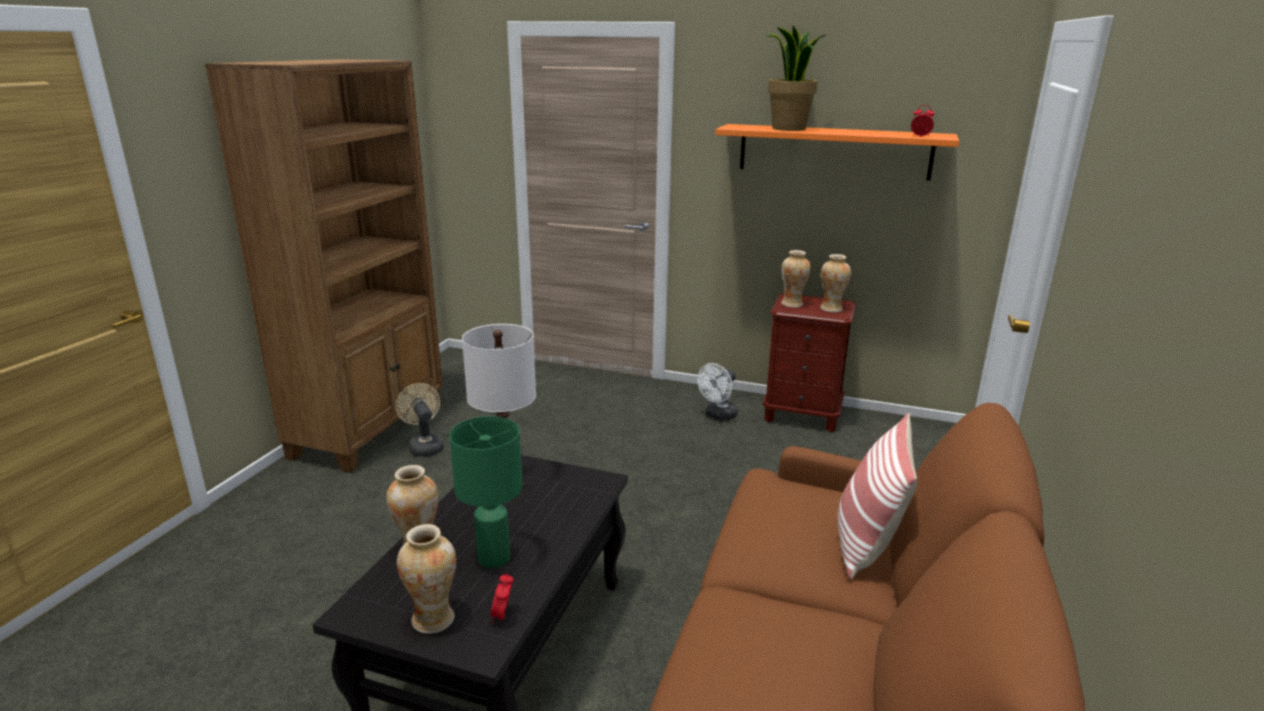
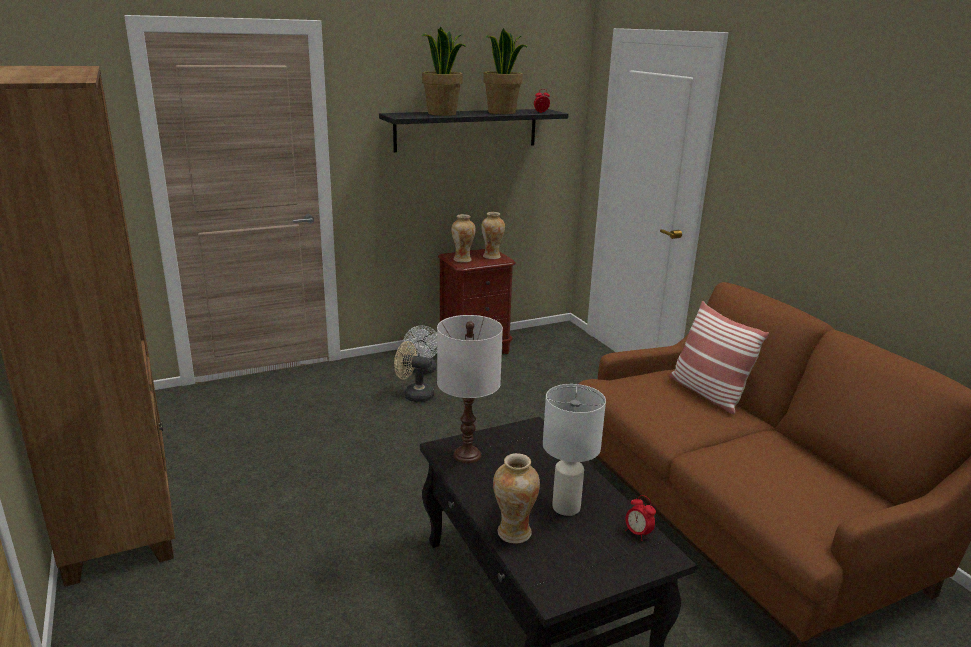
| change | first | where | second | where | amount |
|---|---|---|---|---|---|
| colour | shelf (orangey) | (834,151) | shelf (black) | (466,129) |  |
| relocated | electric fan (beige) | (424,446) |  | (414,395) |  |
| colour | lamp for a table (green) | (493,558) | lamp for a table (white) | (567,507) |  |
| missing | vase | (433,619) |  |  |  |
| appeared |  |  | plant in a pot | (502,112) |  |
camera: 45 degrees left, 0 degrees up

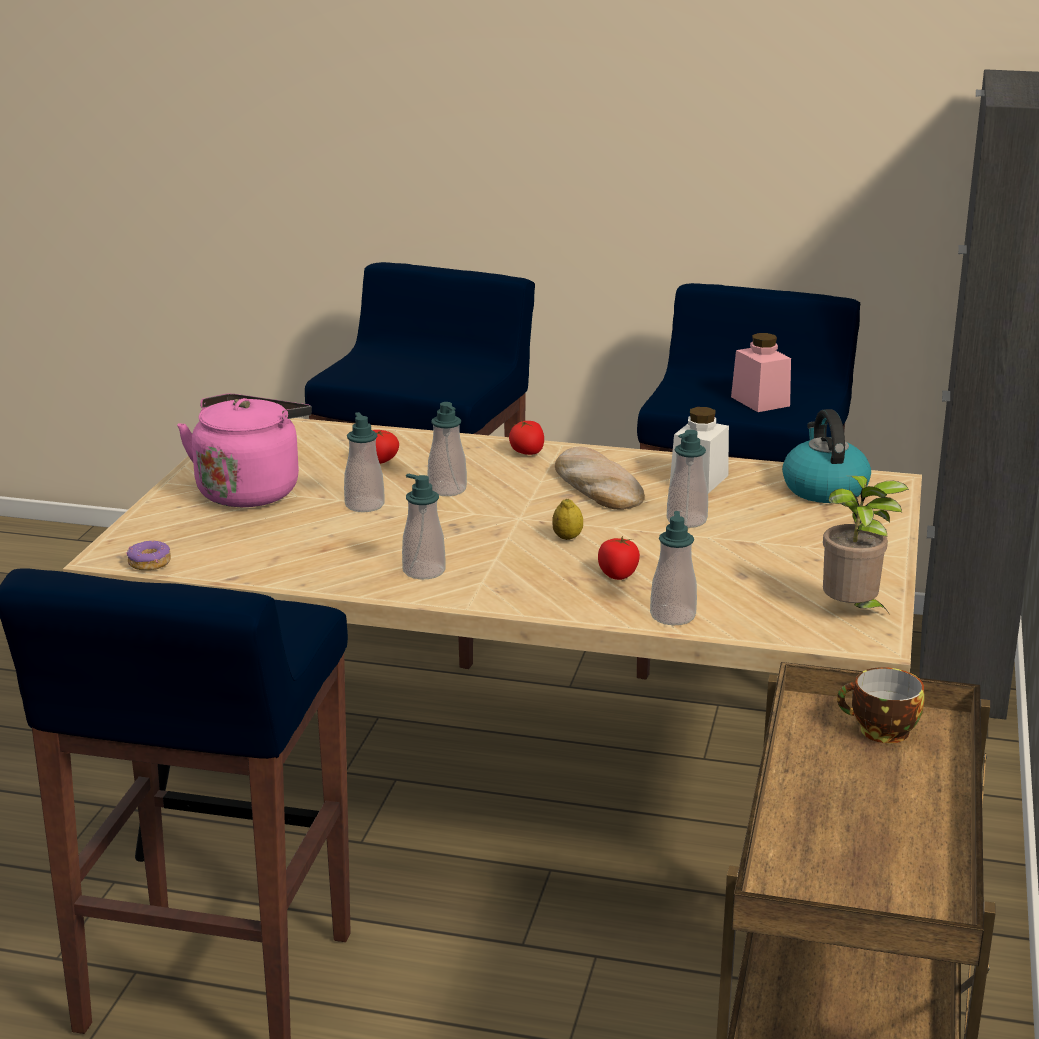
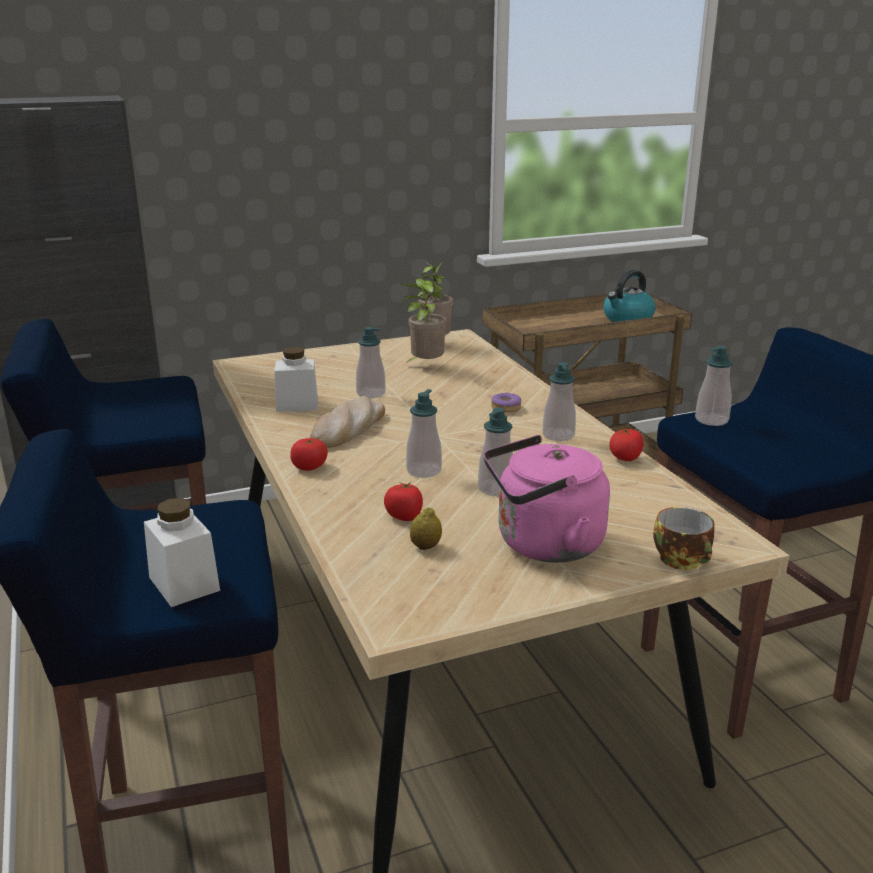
| change | first | where | second | where | amount |
|---|---|---|---|---|---|
| missing | jar (pinkish) | (760,401) |  |  |  |
| relocated | tea kettle | (823,489) |  | (627,319) |  |
| relocated | citrus fruit | (567,538) |  | (425,546) |  |
| relocated | liquid soap bottle | (672,616) |  | (711,420) |  |
| relocated | fresh tomato | (618,574) |  | (625,458) |  |
| relocated | doughnut | (149,563) |  | (506,408) |  |
| relocated | drinking cup | (880,732) |  | (683,560) |  |
| appeared |  |  | plant in a pot | (425,366) |  |
| appeared |  |  | jar (white) | (184,584) |  |
camera: 125 degrees left, 0 degrees up

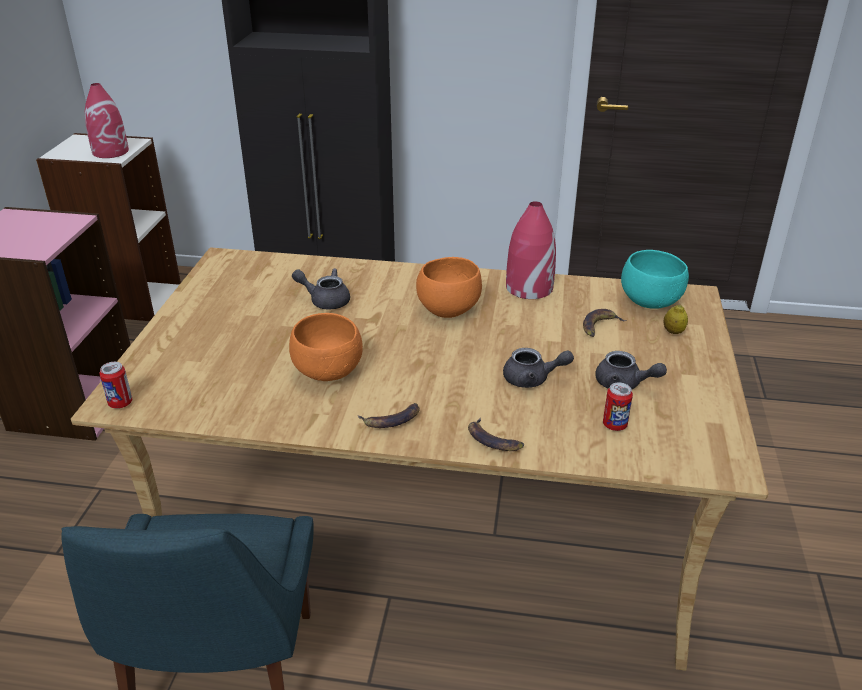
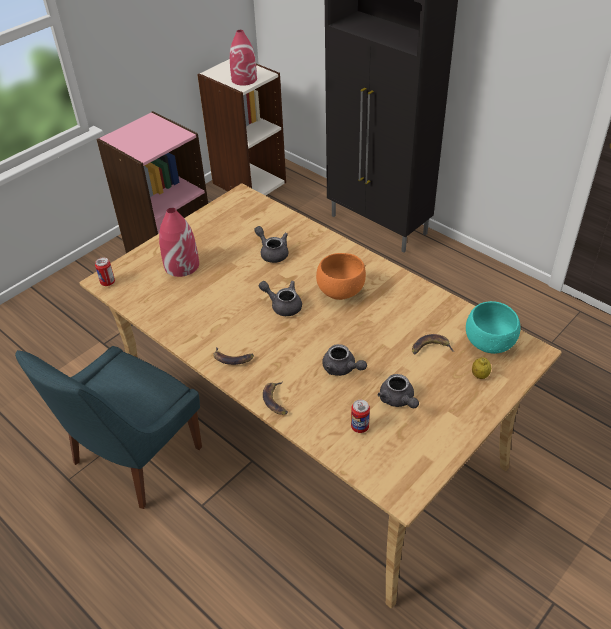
| change | first | where | second | where | amount |
|---|---|---|---|---|---|
| relocated | vase (red-coloured) | (528,287) |  | (181,265) |  |
| missing | bowl (orangey) | (330,373) |  |  |  |
| appeared |  |  | teapot (gray) | (283,305) |  |
camera: 35 degrees right, 10 degrees up

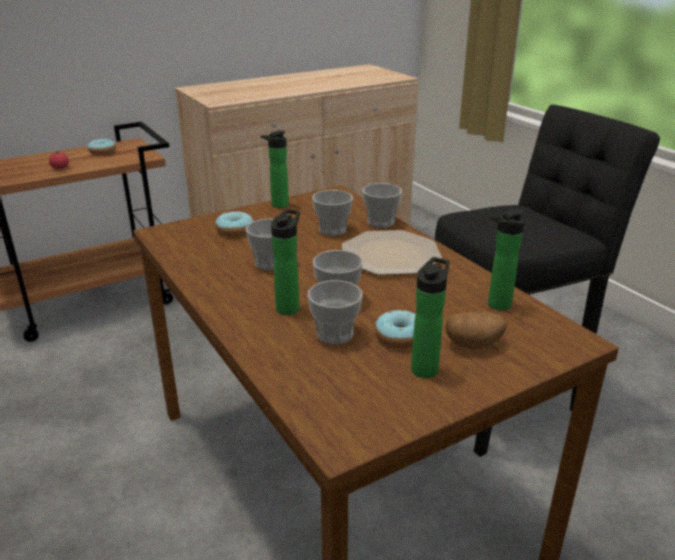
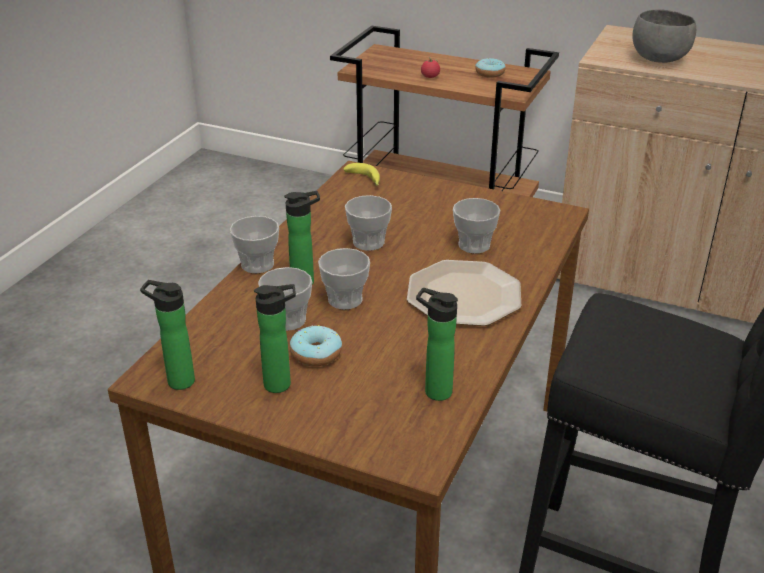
| change | first | where | second | where | amount |
|---|---|---|---|---|---|
| relocated | drink bottle | (277,205) |  | (177,380) |  |
| relocated | drinking cup | (381,222) |  | (257,264) |  |
| missing | doughnut | (235,230) |  |  |  |
| missing | spud | (474,344) |  |  |  |
| appeared |  |  | bowl (gray) | (658,59) |  |
| appeared |  |  | banana fruit | (365,180) |  |
camera: 55 degrees right, 5 degrees up

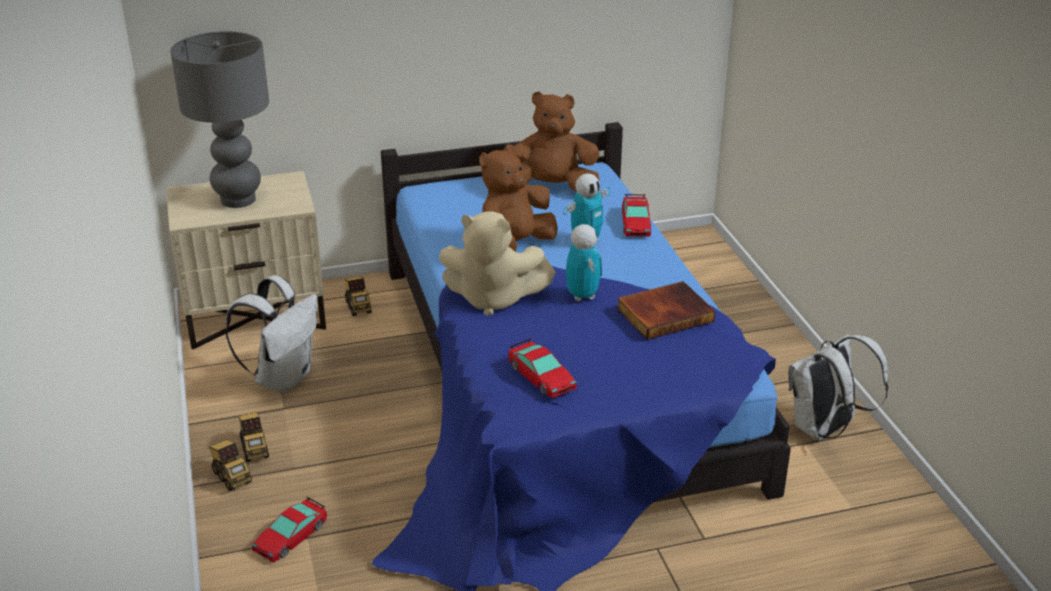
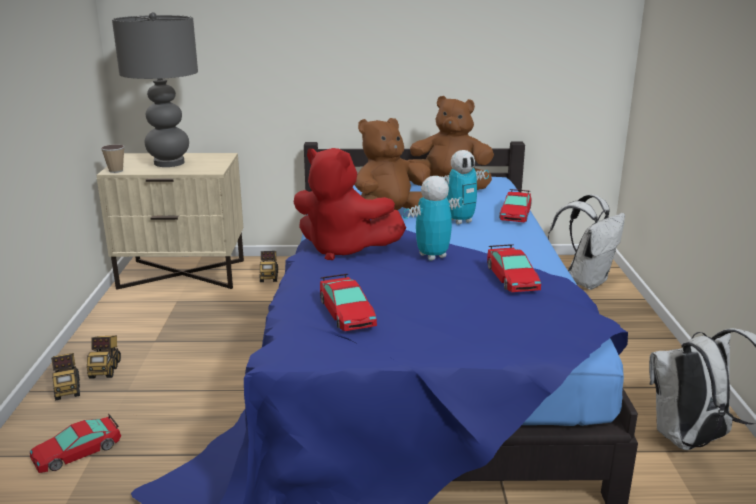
| change | first | where | second | where | amount |
|---|---|---|---|---|---|
| colour | cuddly toy (beige) | (493,299) | cuddly toy (red-coloured) | (343,250) |  |
| spun | toy robot | (582,296) |  | (432,256) | 120 degrees counterclockwise |
| relocated | rucksack (white) | (283,378) |  | (585,281) |  |
| exchanged | book | (664,313) | toy car | (511,278) |  |
| appeared |  |  | drinking cup | (116,171) |  |
camera: 15 degrees right, 10 degrees down

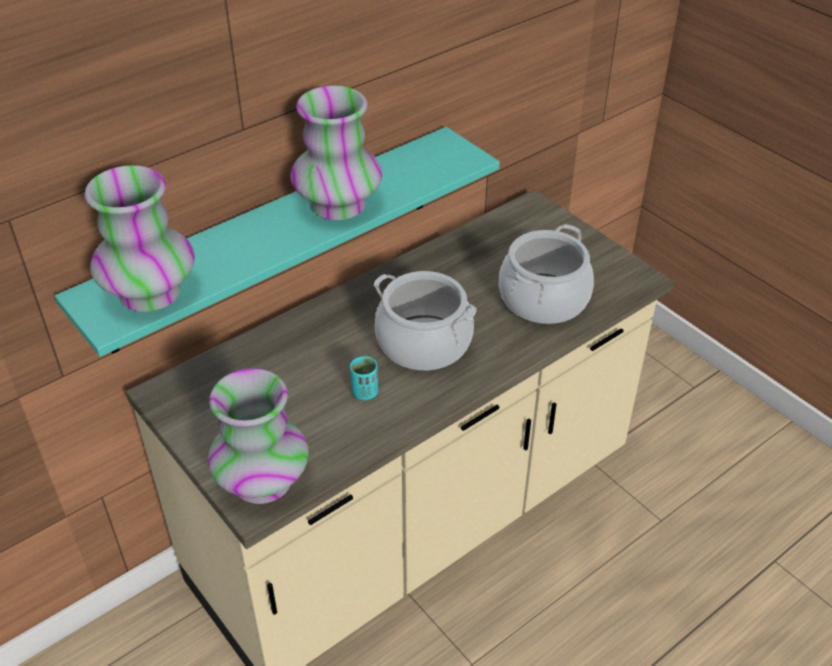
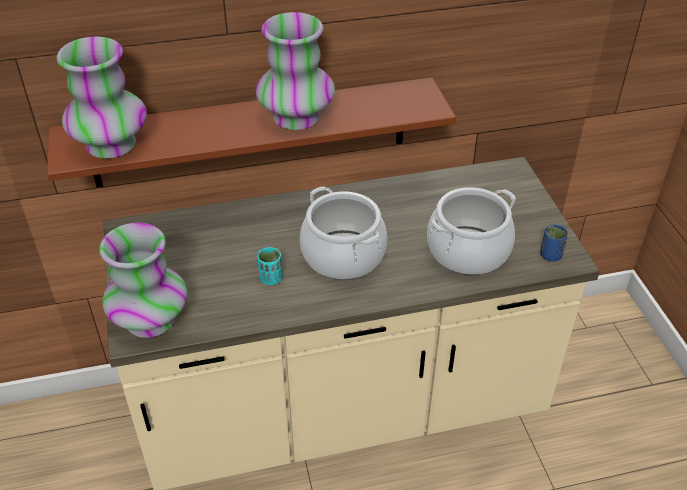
| change | first | where | second | where | amount |
|---|---|---|---|---|---|
| colour | shelf (turquoise-coloured) | (274,238) | shelf (brownish) | (251,133) |  |
| appeared |  |  | drinking cup (blue) | (550,255) |  |
camera: 25 degrees right, 0 degrees up

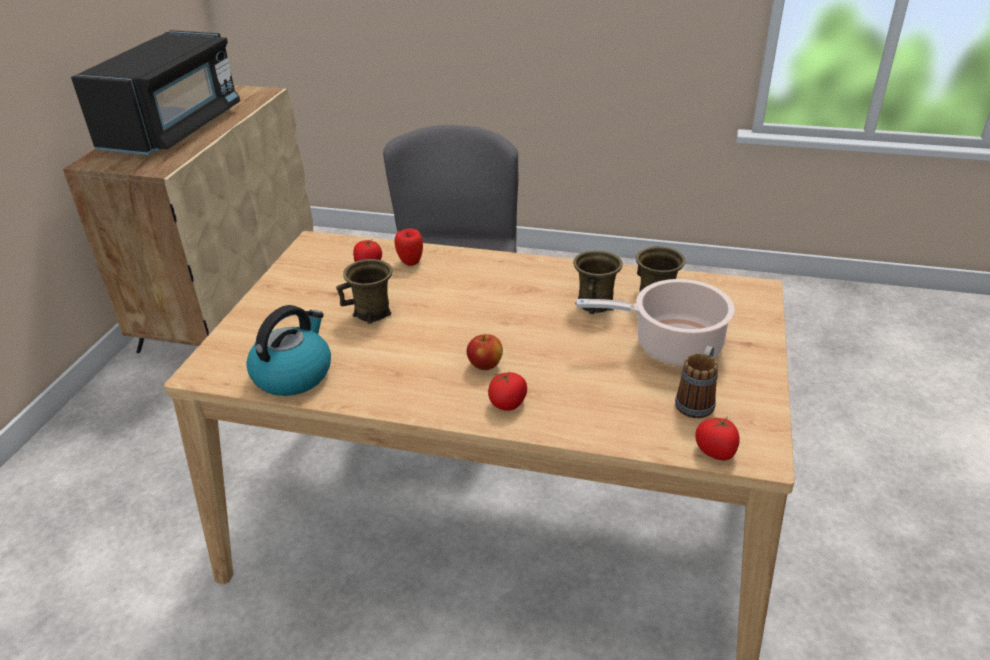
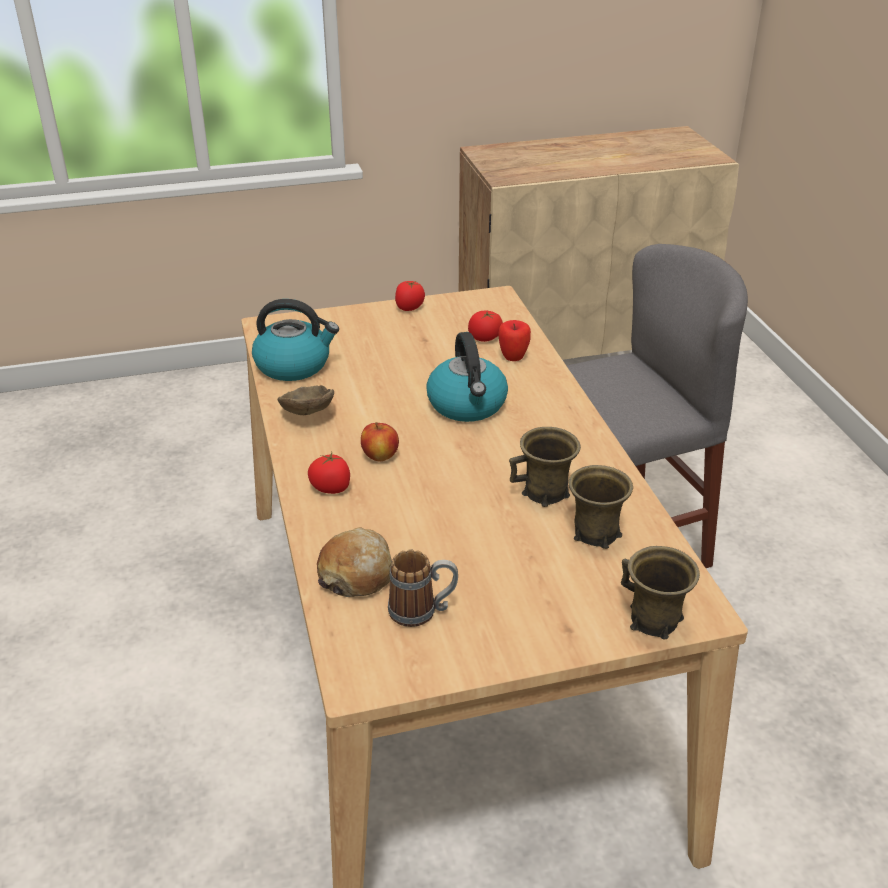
| change | first | where | second | where | amount |
|---|---|---|---|---|---|
| missing | microwave (black) | (174,129) |  |  |  |
| relocated | mug (brownish) | (372,313) |  | (654,620) |  |
| missing | stockpot | (672,346) |  |  |  |
| relocated | fresh tomato | (716,451) |  | (409,307) |  |
| appeared |  |  | tea kettle | (467,405) |  |
| appeared |  |  | bowl (brownish) | (308,412) |  |
| appeared |  |  | baked bread | (357,574) |  |
camera: 60 degrees right, 0 degrees up

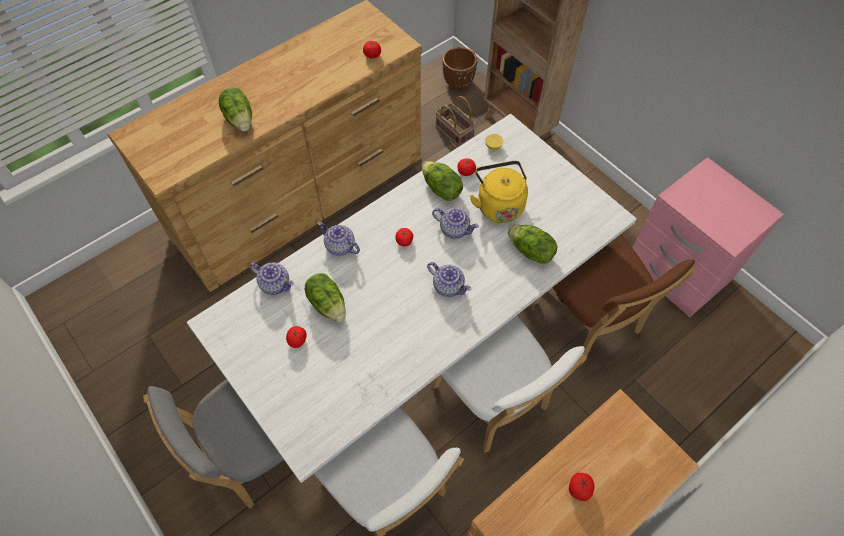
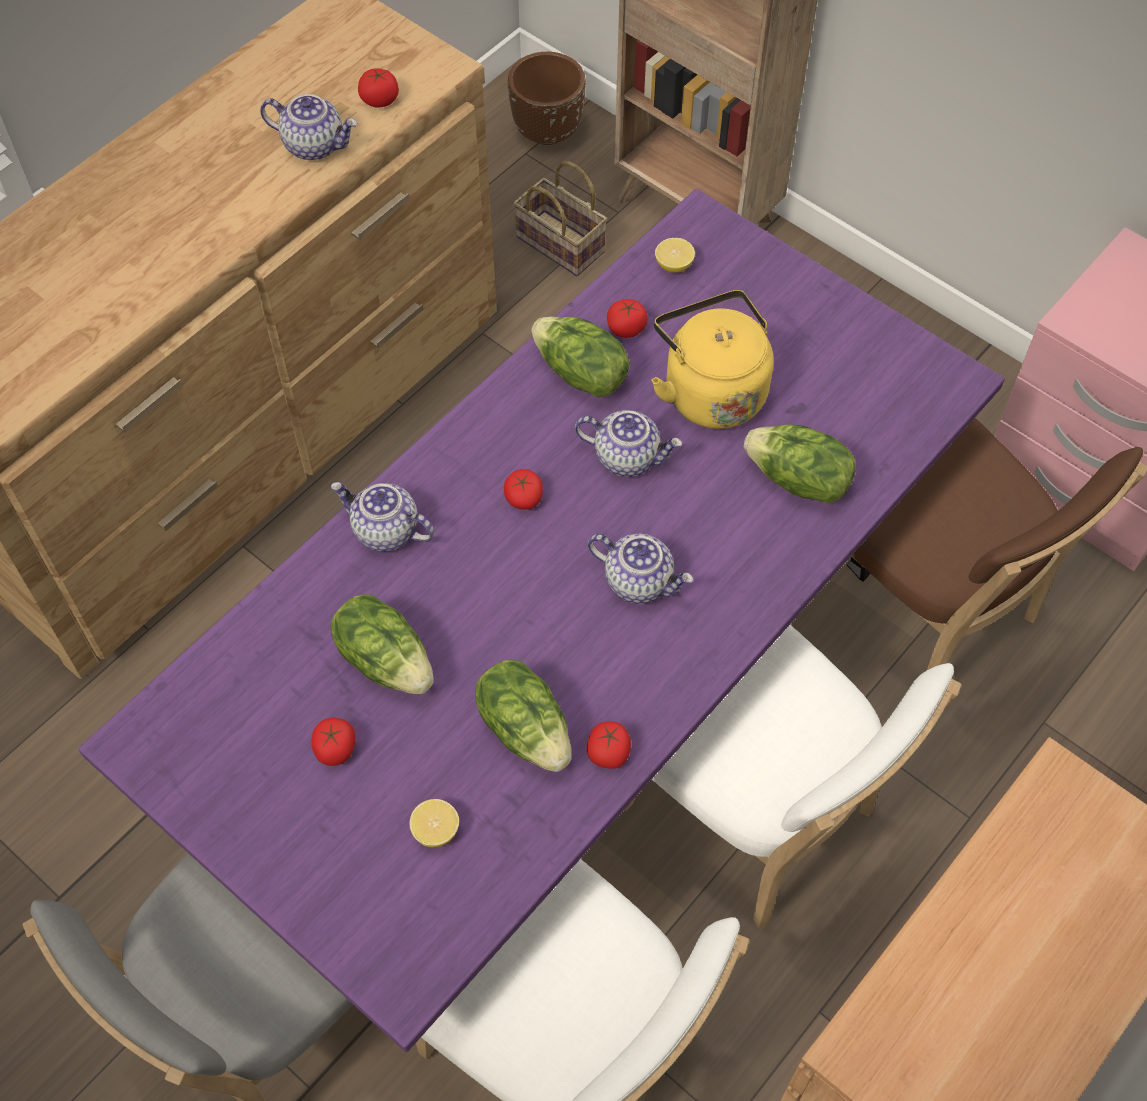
| change | first | where | second | where | amount |
|---|---|---|---|---|---|
| relocated | lettuce | (240,119) |  | (526,728) |  |
| colour | kitchen table (white) | (421,330) | kitchen table (purplish) | (572,689) |  |
| relocated | teapot | (275,284) |  | (315,145) |  |
| relocated | fresh tomato | (579,489) |  | (608,752) |  |
| appeared |  |  | citrus fruit | (435,830) |  |
camera: 10 degrees left, 0 degrees up

